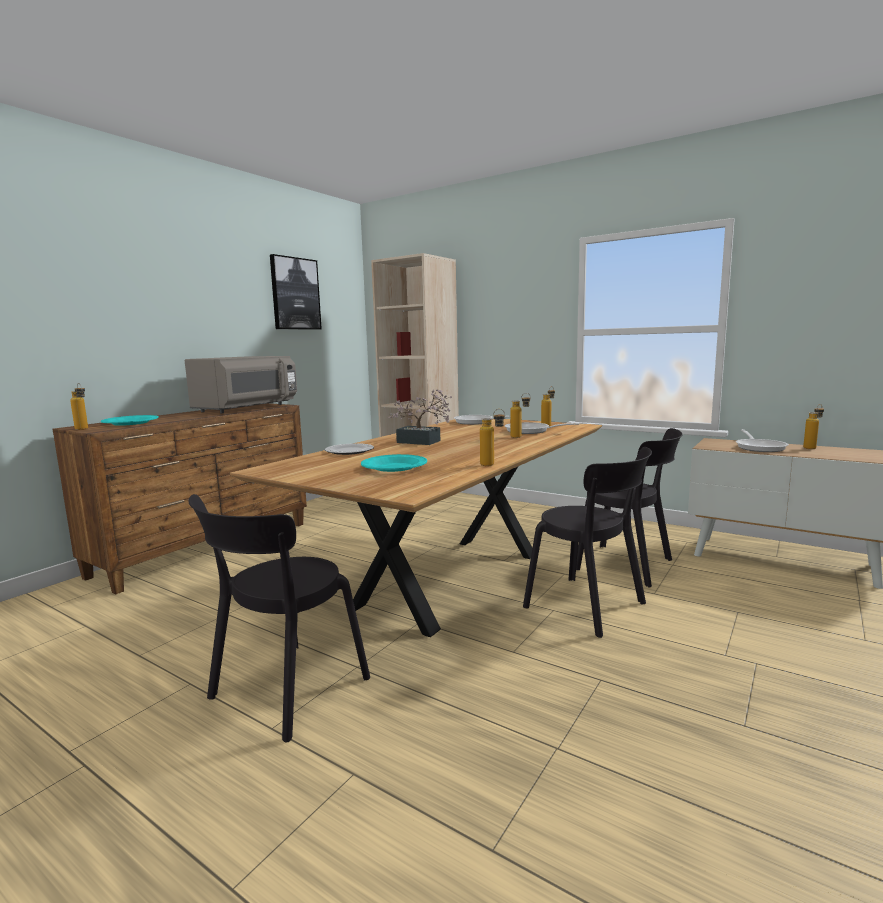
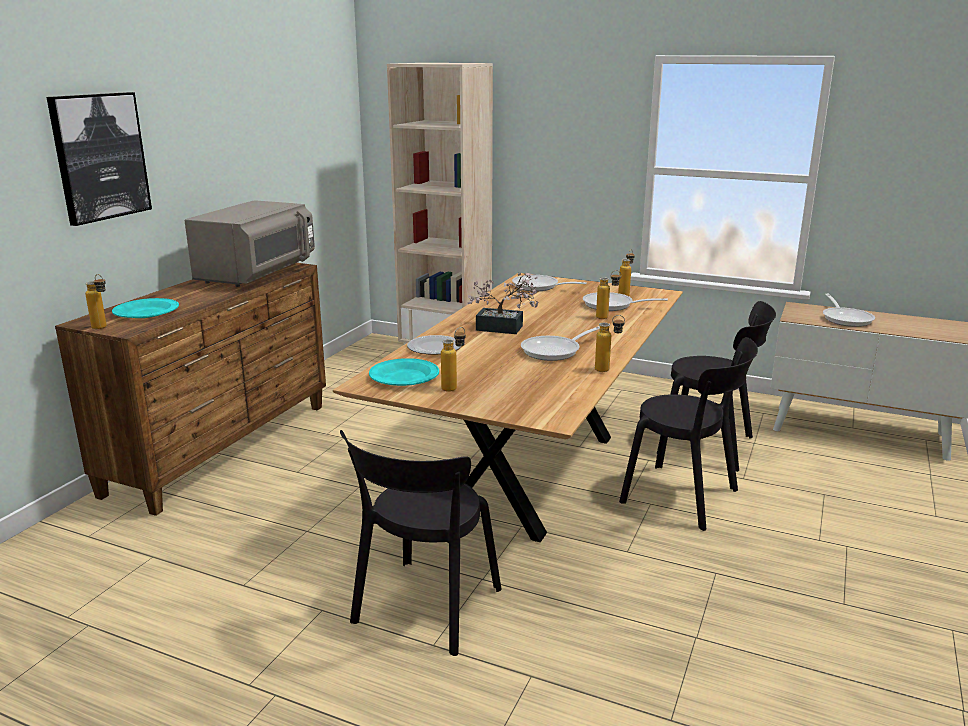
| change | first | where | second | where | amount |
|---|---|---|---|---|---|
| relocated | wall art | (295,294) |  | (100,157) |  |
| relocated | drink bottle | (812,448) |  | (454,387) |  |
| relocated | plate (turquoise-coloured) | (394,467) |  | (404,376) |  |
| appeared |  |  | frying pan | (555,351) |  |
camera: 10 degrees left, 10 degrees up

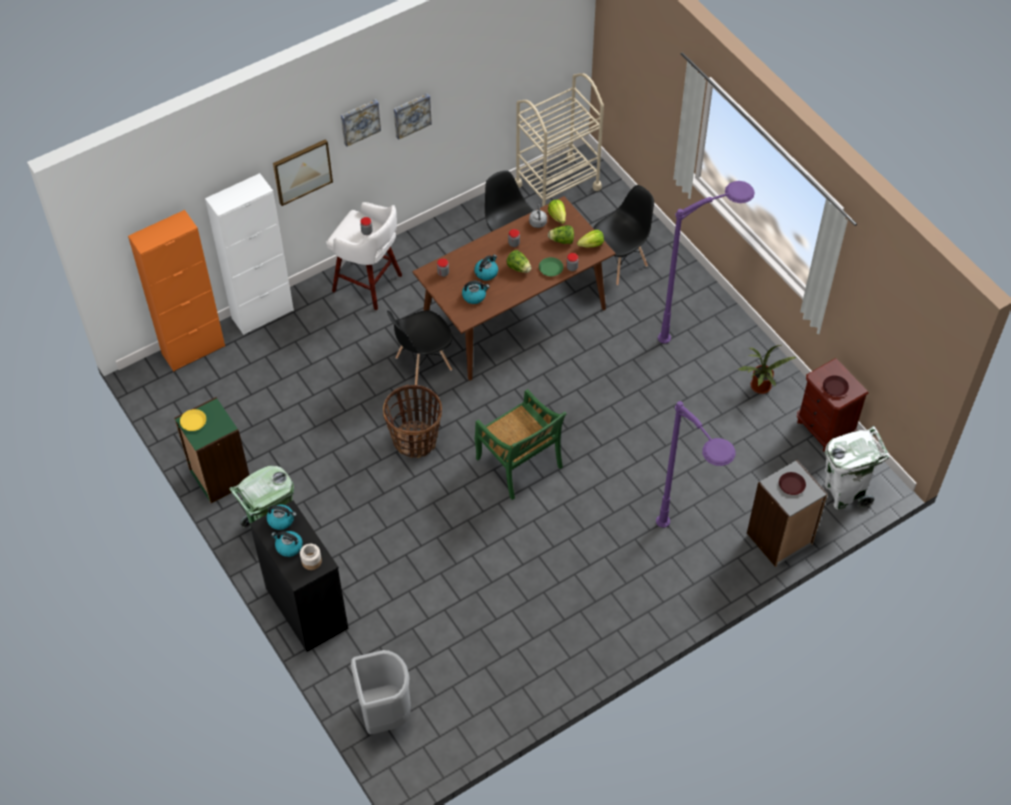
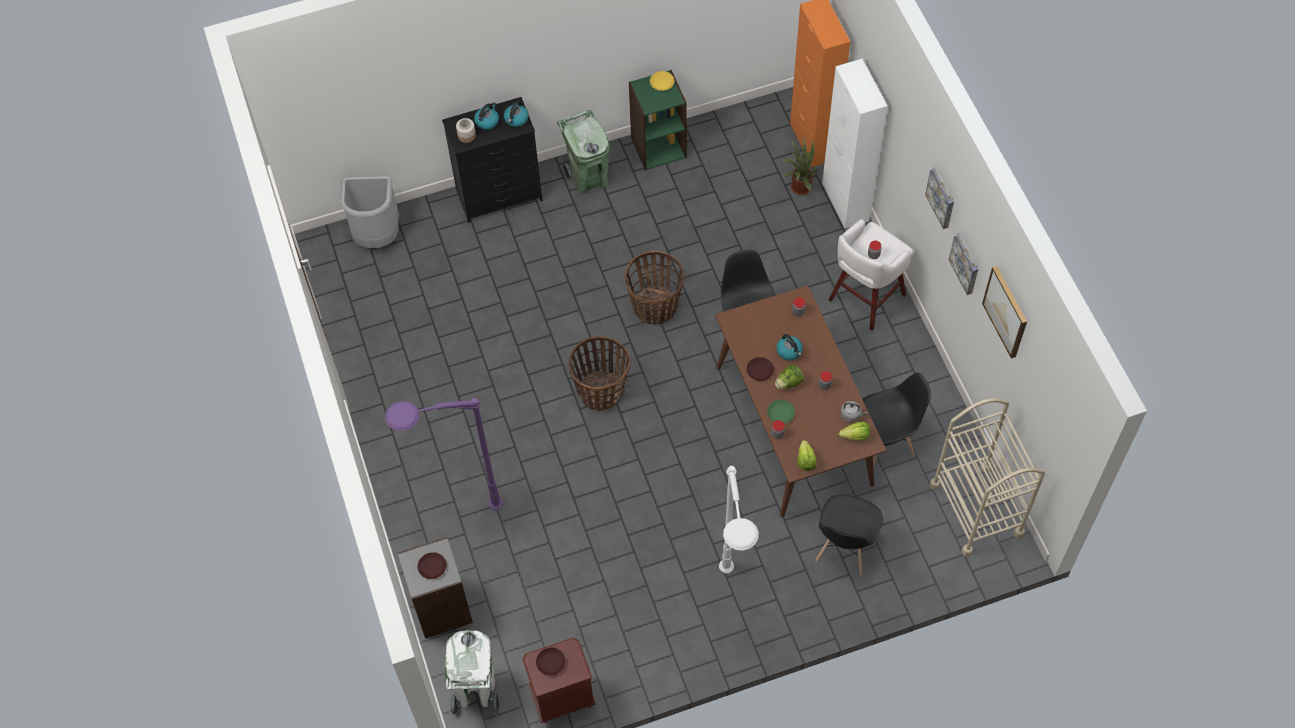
| change | first | where | second | where | amount |
|---|---|---|---|---|---|
| relocated | wall art | (302,171) |  | (1006,311) |  |
| colour | standing lamp (purplish) | (702,327) | standing lamp (white) | (732,611) |  |
| spun | chair (black) | (620,263) |  | (844,548) | 45 degrees clockwise |
| missing | lettuce | (562,240) |  |  |  |
| missing | tea kettle | (474,296) |  |  |  |
| relocated | plant in a pot | (760,388) |  | (798,187) |  |
| exchanged | chair (green) | (519,464) | household basket | (601,391) |  |
| appeared |  |  | plate (brownish) | (760,370) |  |
camera: 105 degrees right, 5 degrees up

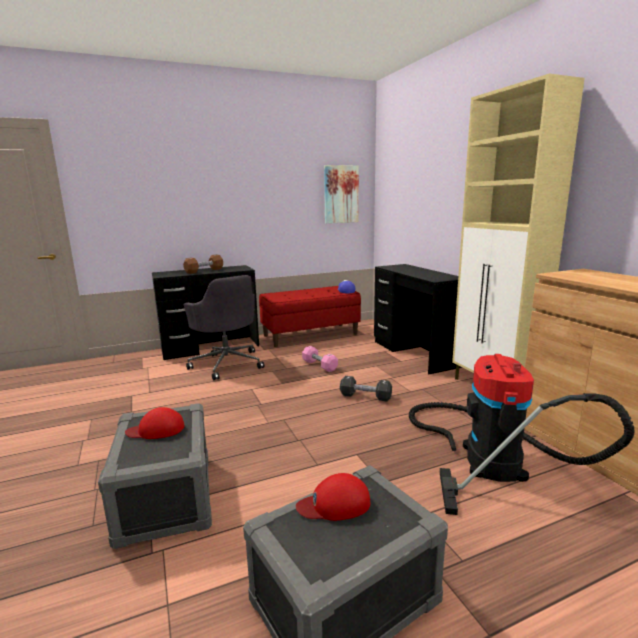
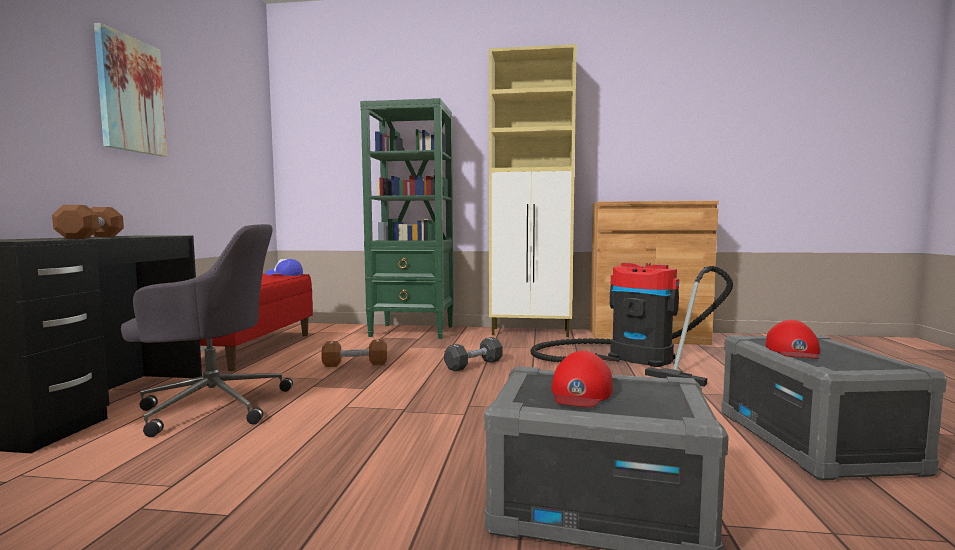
| change | first | where | second | where | amount |
|---|---|---|---|---|---|
| relocated | wall art | (341,194) |  | (130,95) |  |
| exchanged | desk table (black) | (414,353) | shelving unit (green) | (413,331) |  |
| colour | hand weight (pinkish) | (319,365) | hand weight (brownish) | (355,364) |  |
camera: 60 degrees left, 10 degrees down

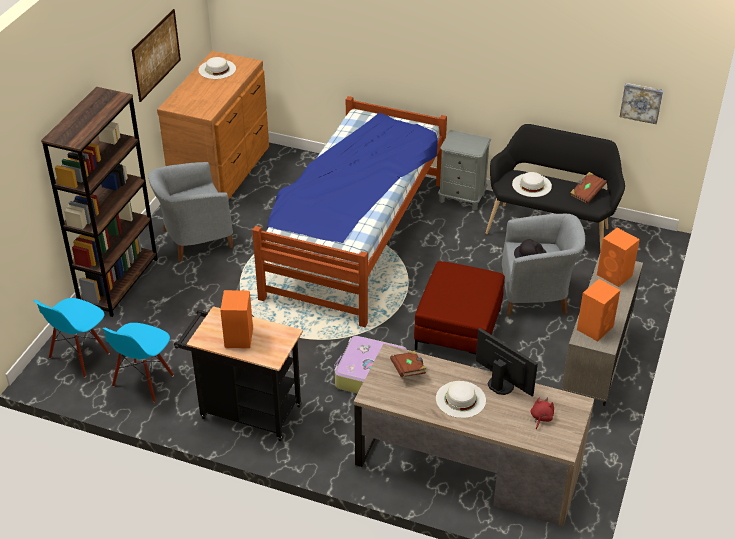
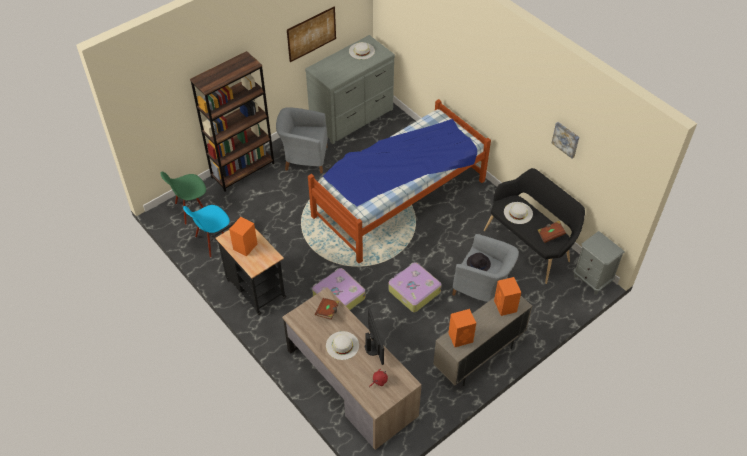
| change | first | where | second | where | amount |
|---|---|---|---|---|---|
| colour | drawer chest (brownish) | (222,173) | drawer chest (gray) | (353,117) |  |
| relocated | wall art | (641,102) |  | (566,139) |  |
| relocated | nightstand (gray) | (462,198) |  | (592,279) |  |
| exchanged | pouffe (red-coloured) | (458,330) | travel case | (413,291) |  |
| colour | chair (blue) | (79,356) | chair (green) | (191,210) |  |
camera: 30 degrees right, 10 degrees up

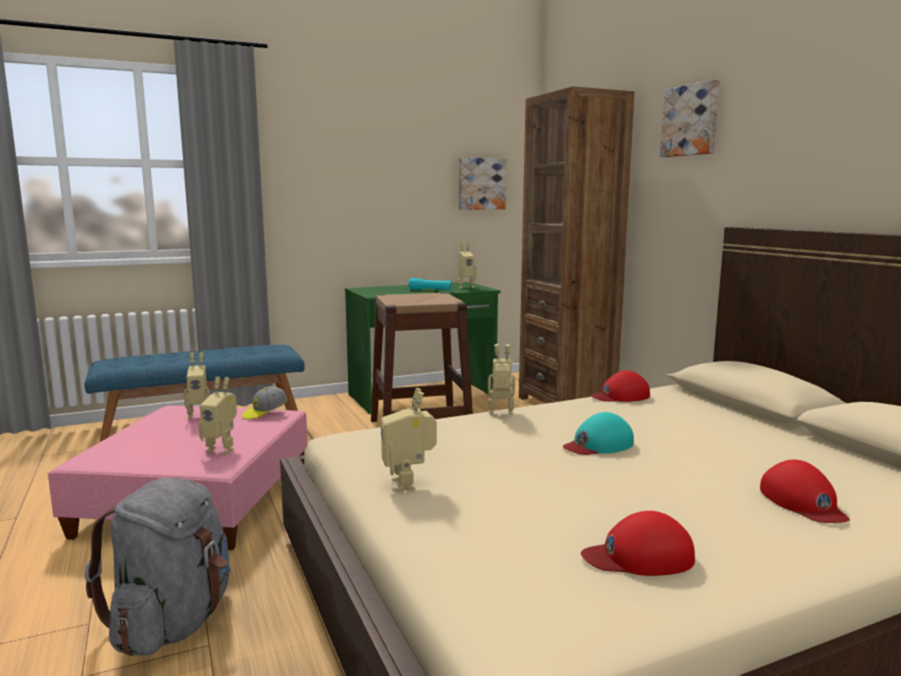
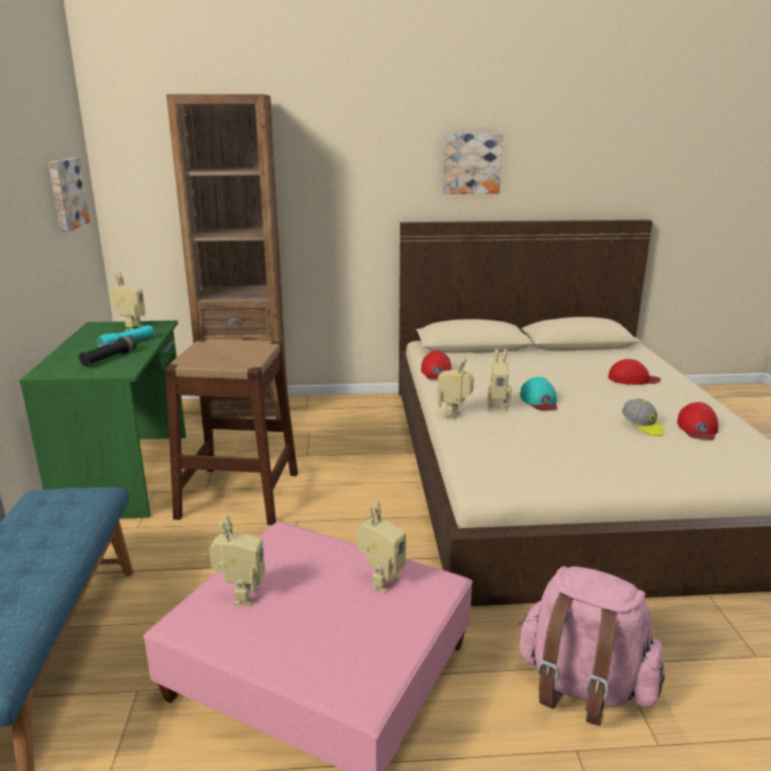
| change | first | where | second | where | amount |
|---|---|---|---|---|---|
| relocated | wall art | (691,120) |  | (471,163) |  |
| relocated | cap | (264,413) |  | (642,426) |  |
| relocated | toy robot | (409,484) |  | (497,407) |  |
| colour | rucksack (gray) | (173,622) | rucksack (pinkish) | (582,687) |  |
| appeared |  |  | torch (black) | (109,358) |  |
camera: 70 degrees left, 10 degrees up

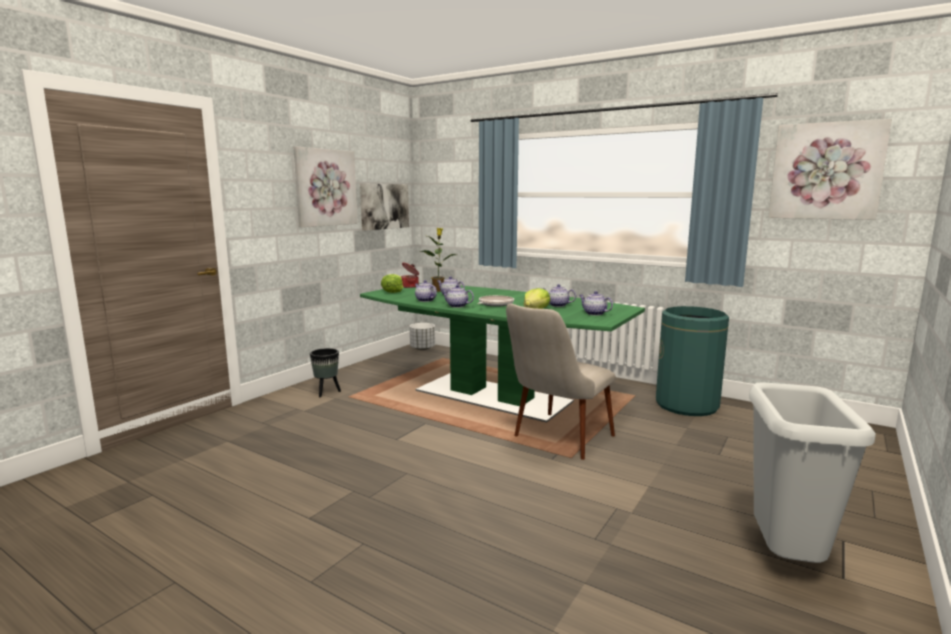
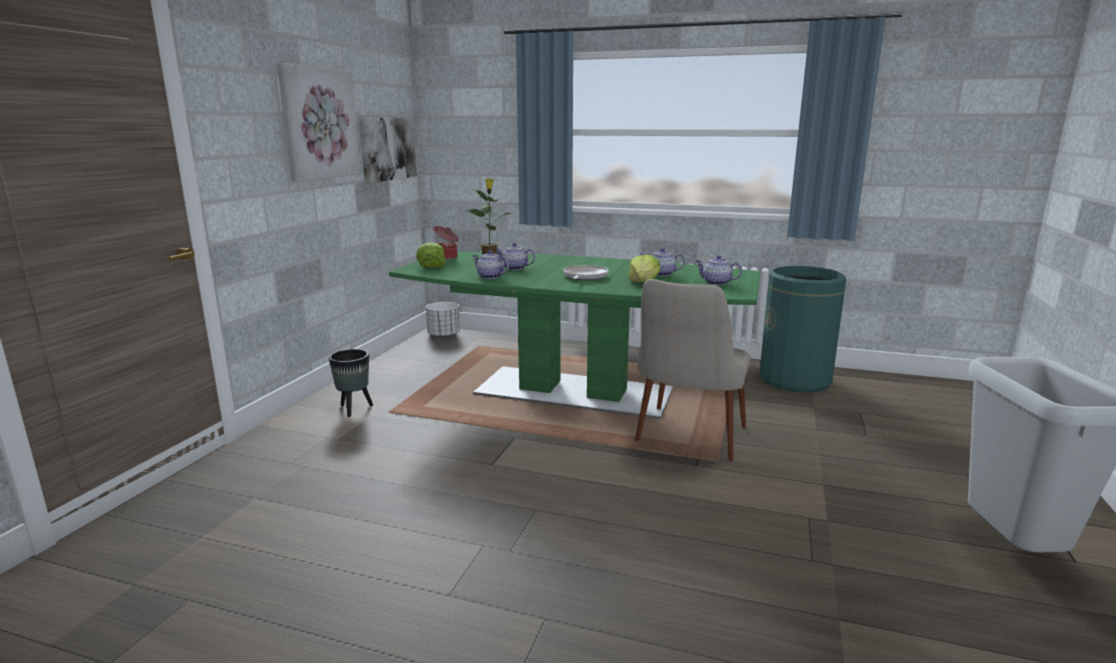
| change | first | where | second | where | amount |
|---|---|---|---|---|---|
| missing | wall art | (826,171) |  |  |  |
| missing | teapot | (456,306) |  |  |  |
camera: 15 degrees left, 5 degrees up

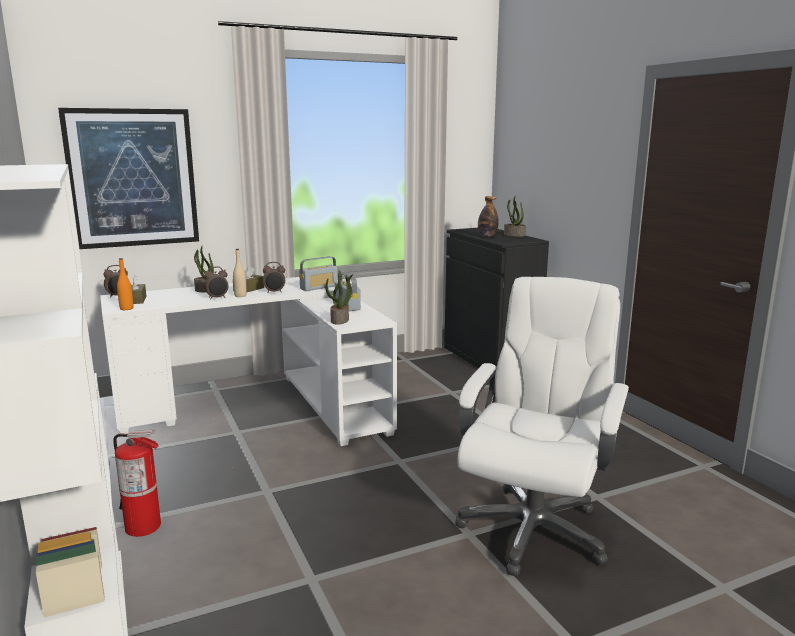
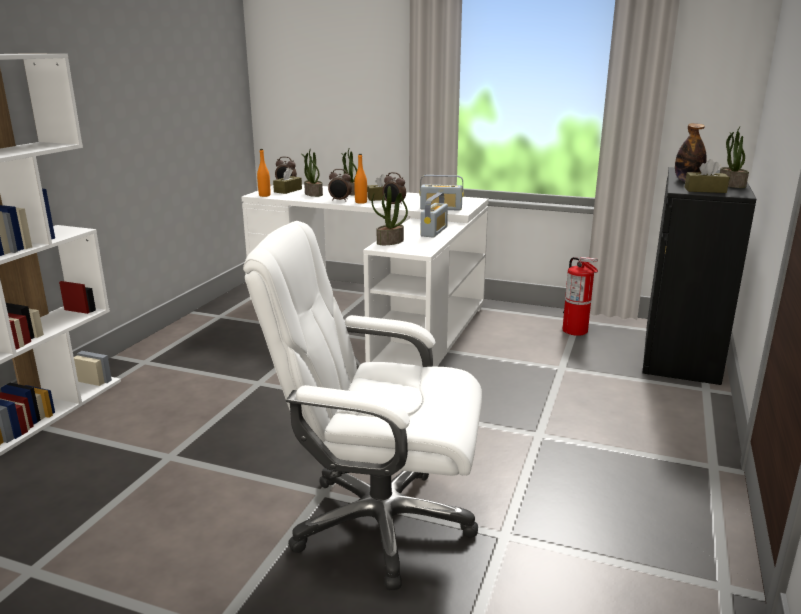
| change | first | where | second | where | amount |
|---|---|---|---|---|---|
| missing | wall art | (133,178) |  |  |  |
| colour | drink bottle (beige) | (240,296) | drink bottle (orangey) | (361,202) |  |
| spun | desk chair (white) | (533,529) |  | (379,523) | 150 degrees counterclockwise |
| relocated | extinguisher | (143,527) |  | (575,331) |  |
| appeared |  |  | plant in a pot | (313,194) |  |
| appeared |  |  | tissue holder (brownish) | (705,190) |  |
camera: 45 degrees right, 5 degrees up

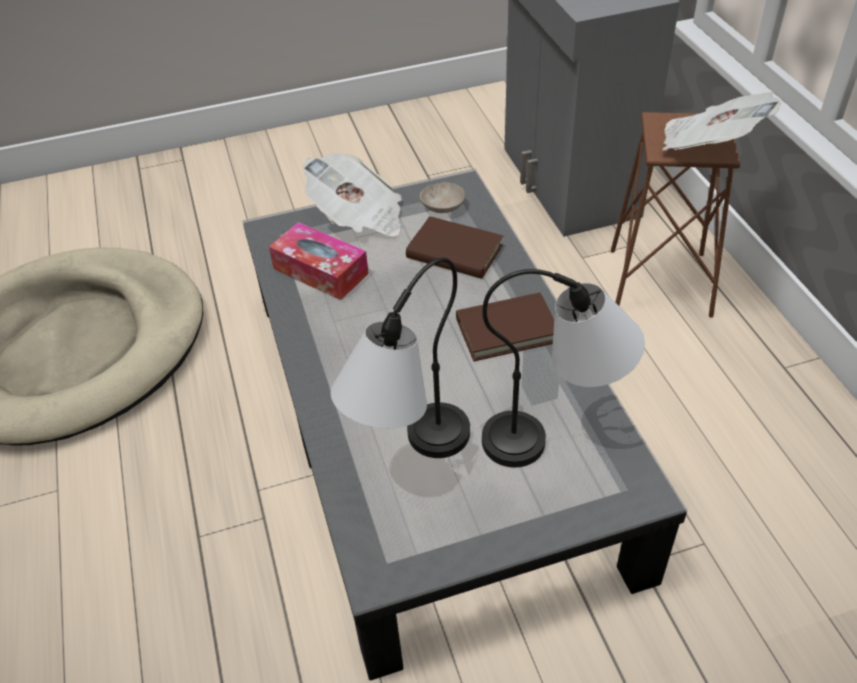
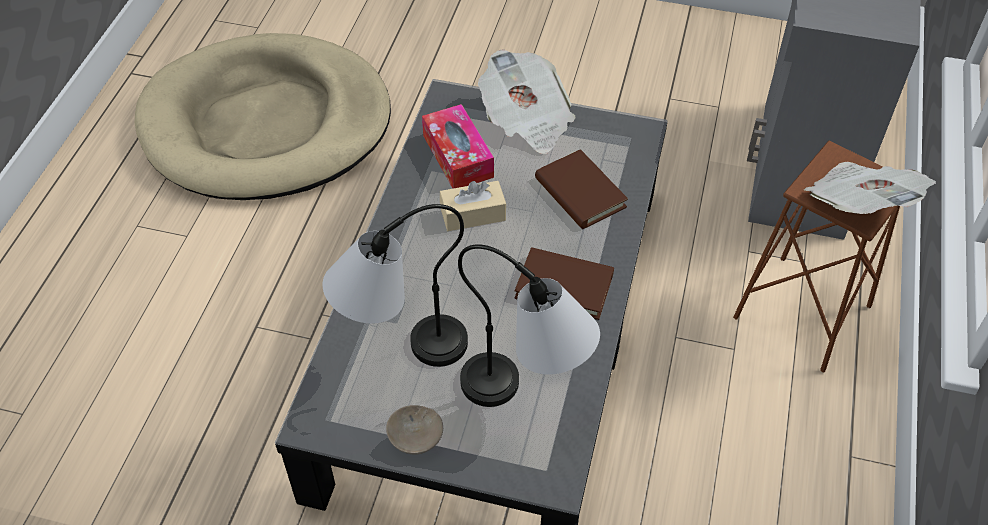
| change | first | where | second | where | amount |
|---|---|---|---|---|---|
| relocated | bowl (beige) | (442,207) |  | (414,438) |  |
| appeared |  |  | tissue holder (beige) | (473,214) |  |
camera: 30 degrees right, 5 degrees up

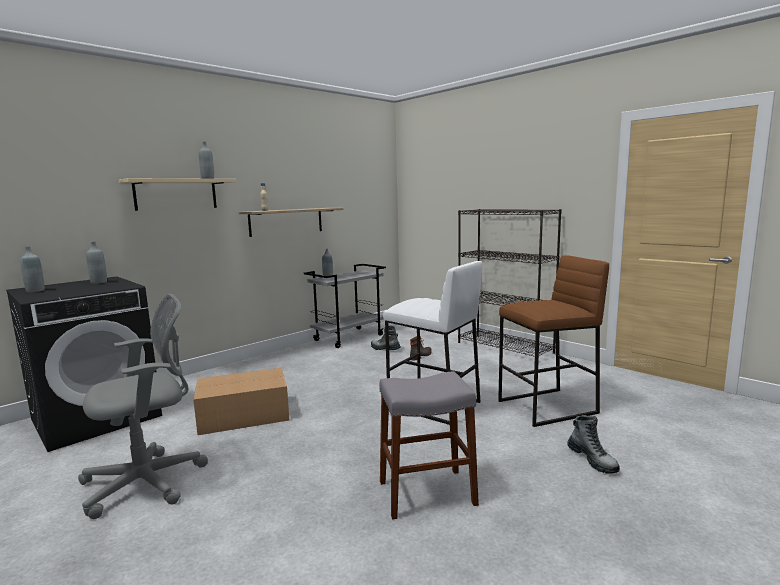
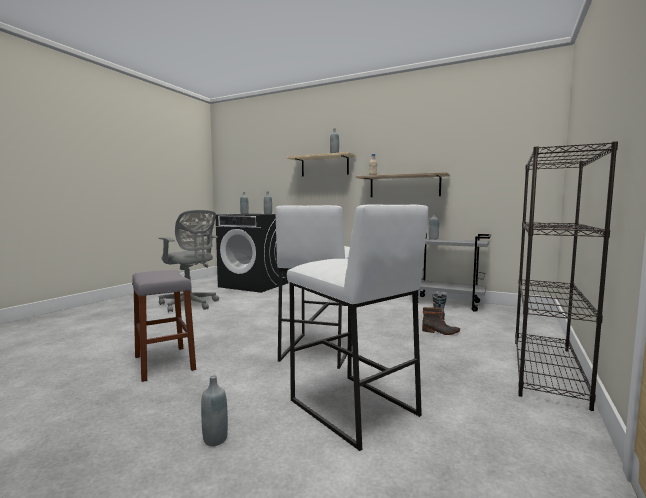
| change | first | where | second | where | amount |
|---|---|---|---|---|---|
| colour | sitting stool (brownish) | (547,407) | sitting stool (white) | (352,408) |  |
| missing | carton | (242,415) |  |  |  |
| exchanged | tall boot | (592,460) | drink bottle (gray) | (215,439) |  |
camera: 70 degrees right, 5 degrees down

